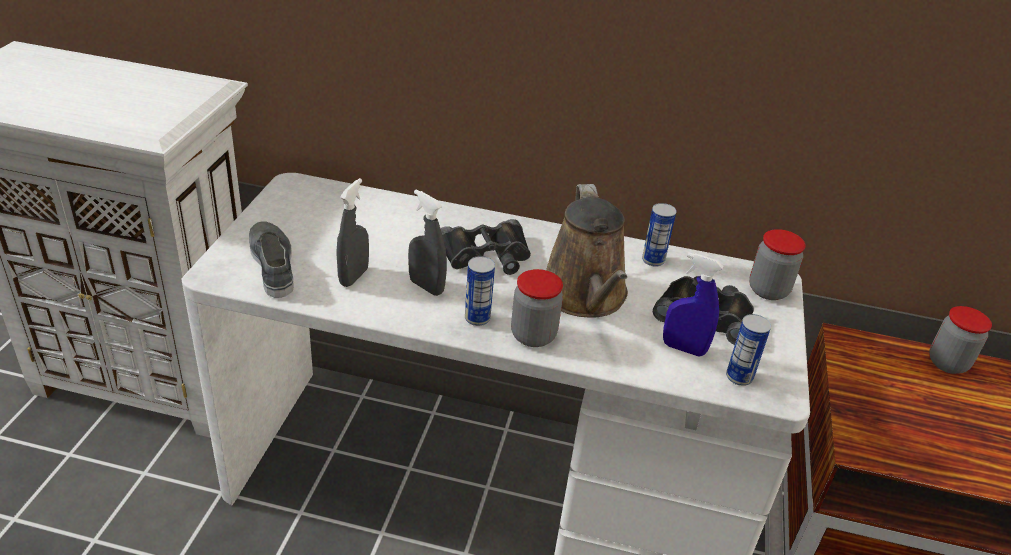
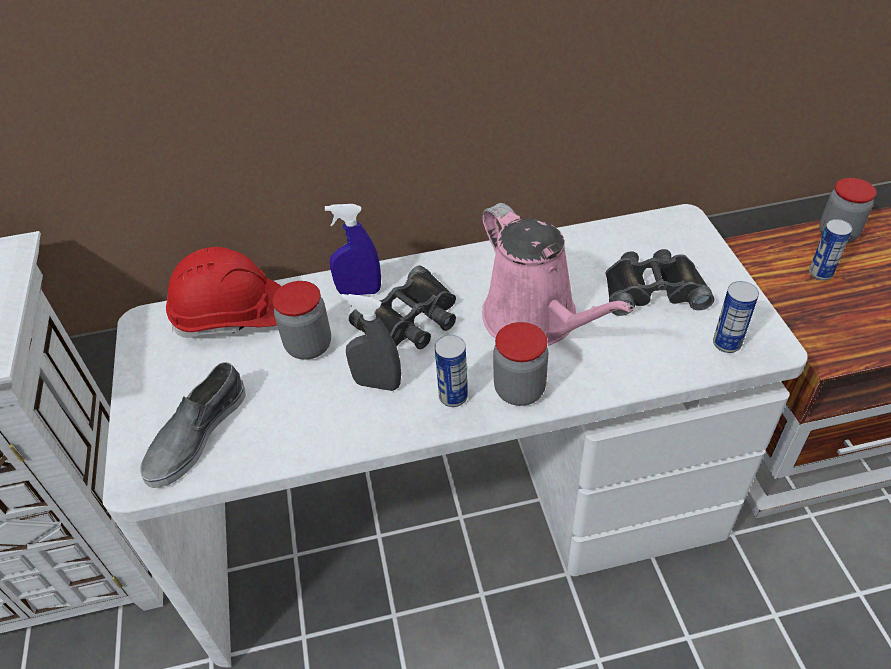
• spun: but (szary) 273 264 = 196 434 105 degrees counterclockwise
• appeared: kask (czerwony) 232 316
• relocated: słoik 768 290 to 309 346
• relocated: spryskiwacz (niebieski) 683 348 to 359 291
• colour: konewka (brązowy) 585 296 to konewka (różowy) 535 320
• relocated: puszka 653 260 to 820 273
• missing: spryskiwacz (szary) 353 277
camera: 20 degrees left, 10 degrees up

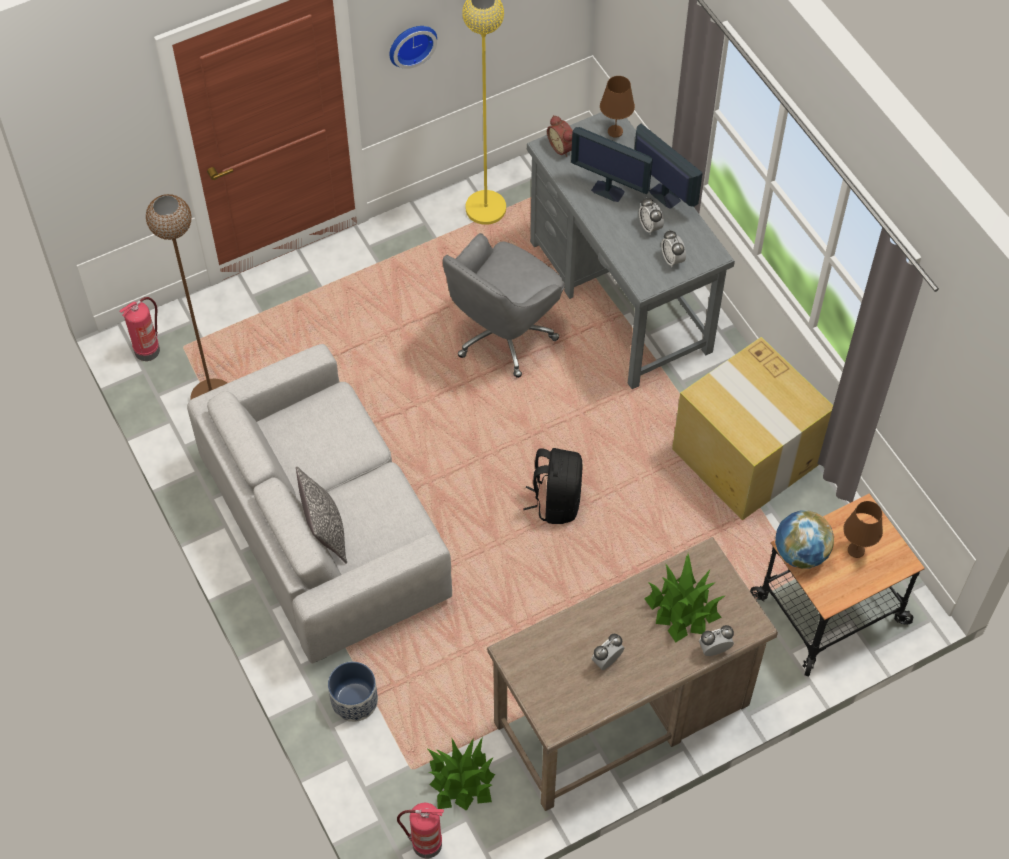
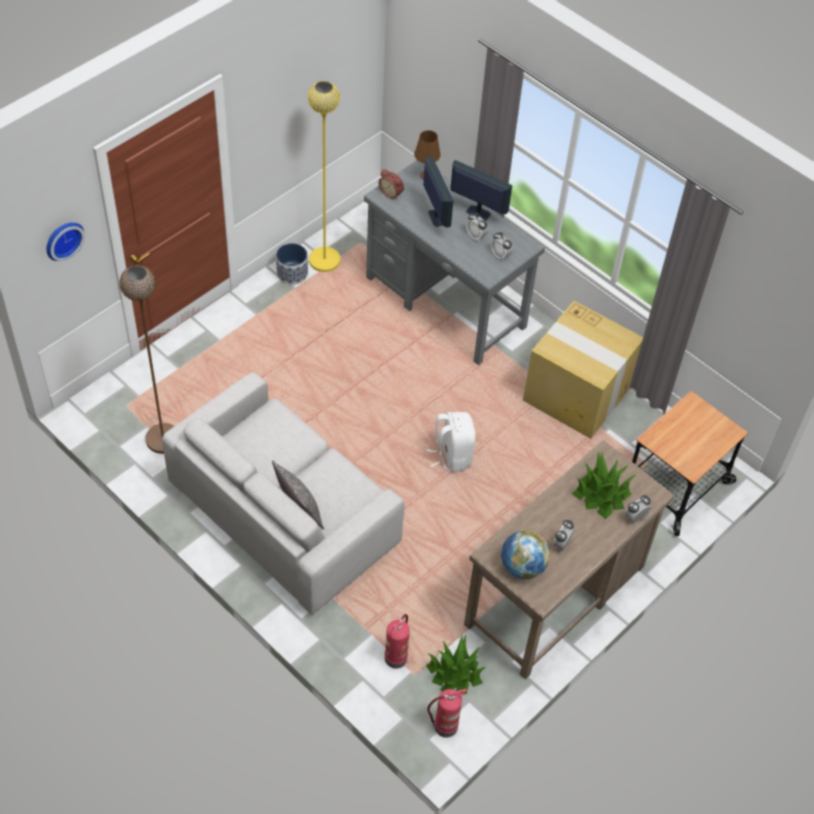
• relocated: zegar ścienny 411 43 to 62 239
• relocated: donica 354 700 to 292 273
• relocated: gaśnica 148 349 to 396 656
• spun: monitor 608 191 = 437 217 120 degrees counterclockwise
• colour: plecak (czarny) 556 501 to plecak (biały) 452 456
• relocated: globus 800 553 to 522 567
• missing: krzesło biurowe (szary) 503 334
• missing: lampa stołowa (brązowy) 856 550
camera: 20 degrees left, 5 degrees down

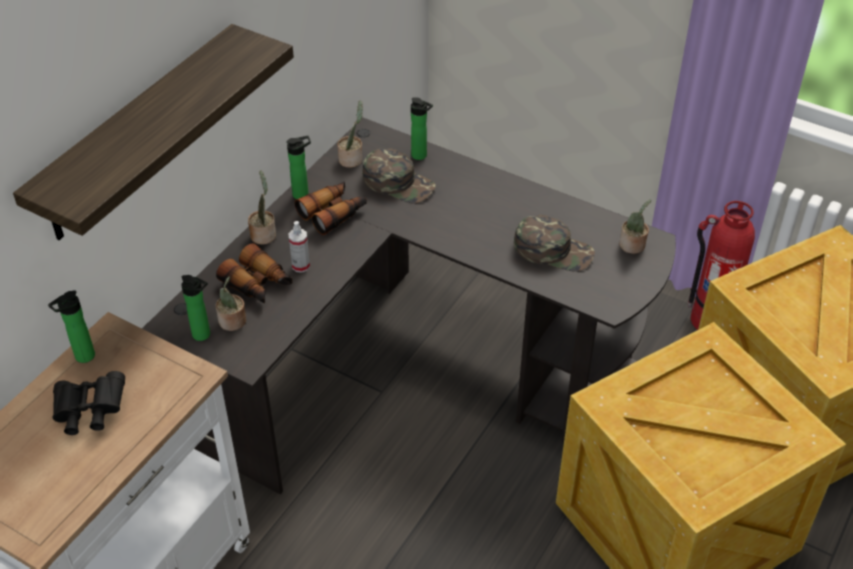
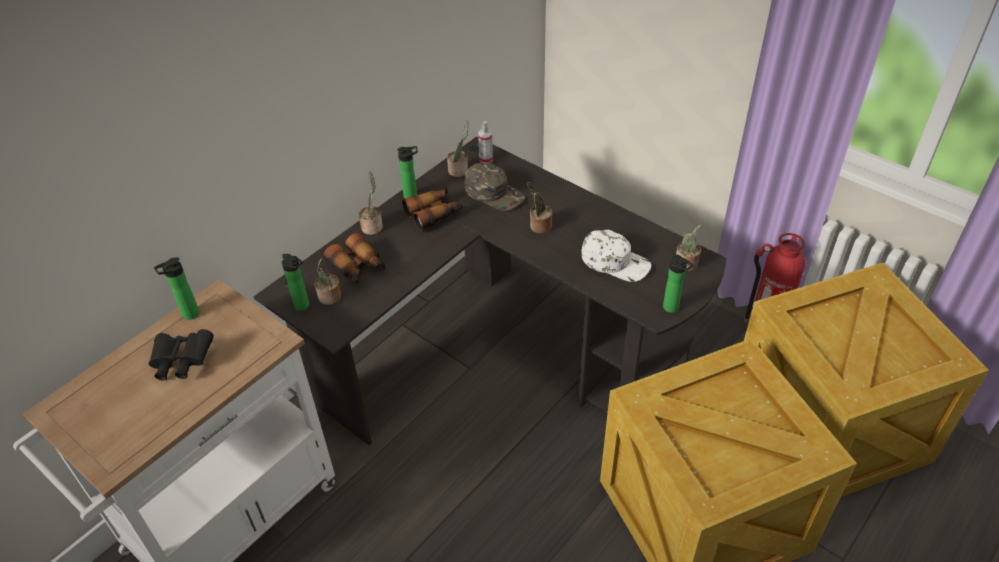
• relocated: spryskiwacz 301 266 to 486 159
• appeared: roślina doniczkowa 539 226
• colour: czapka z daszkiem (zielony) 553 250 to czapka z daszkiem (biały) 615 261
• relocated: butelka 421 156 to 672 308
• missing: półka 138 134
camera: 10 degrees right, 0 degrees up

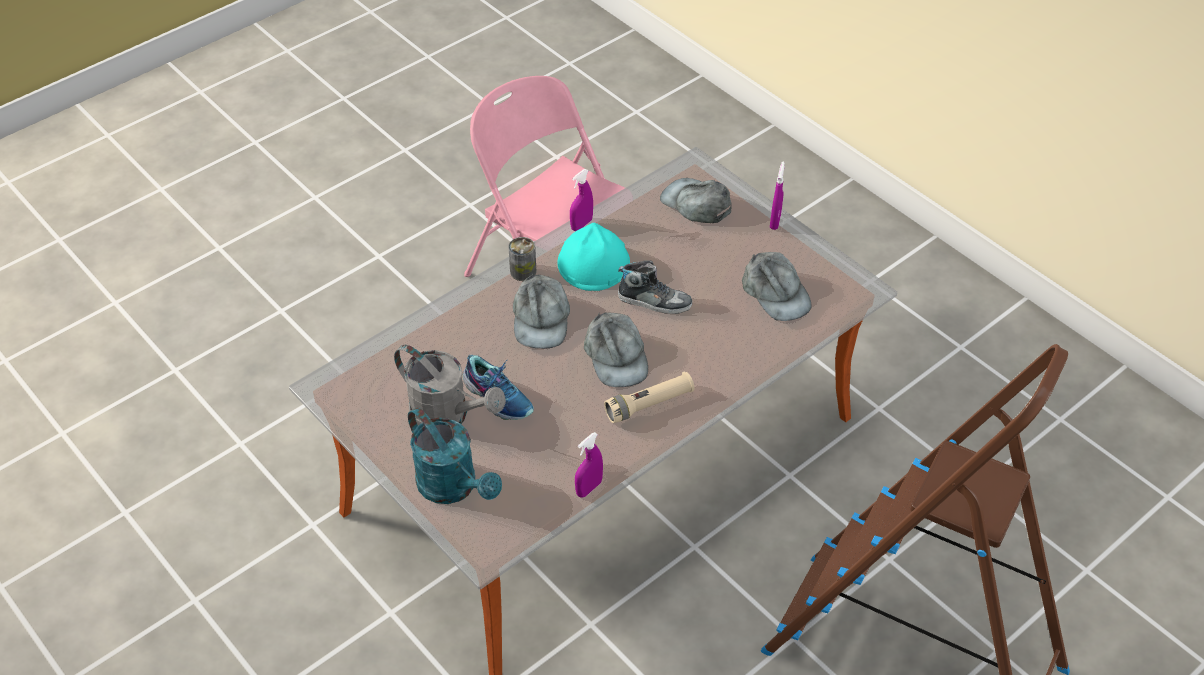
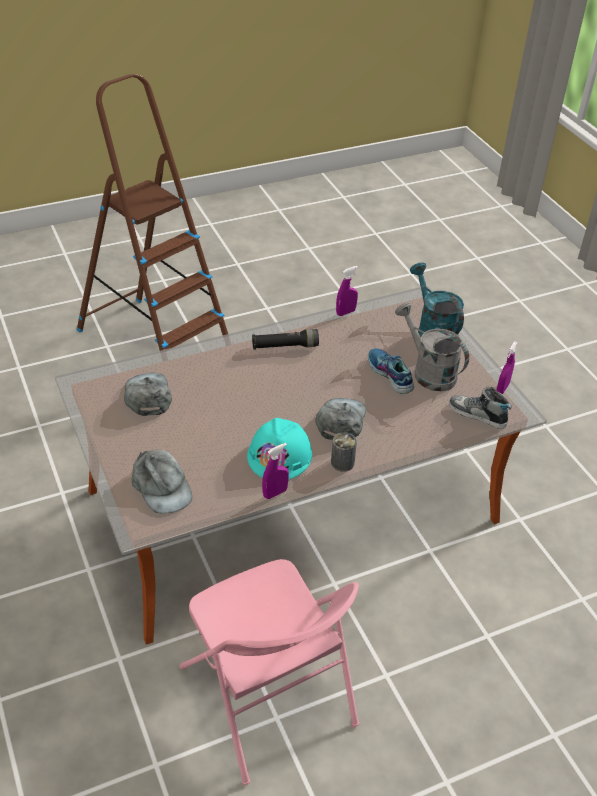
• colour: latarka (beżowy) 649 404 to latarka (czarny) 285 346
• relocated: but 654 301 to 477 415
• relocated: spryskiwacz (fioletowy) 775 221 to 502 388
• missing: czapka z daszkiem (szary) 616 356
camera: 165 degrees left, 5 degrees down

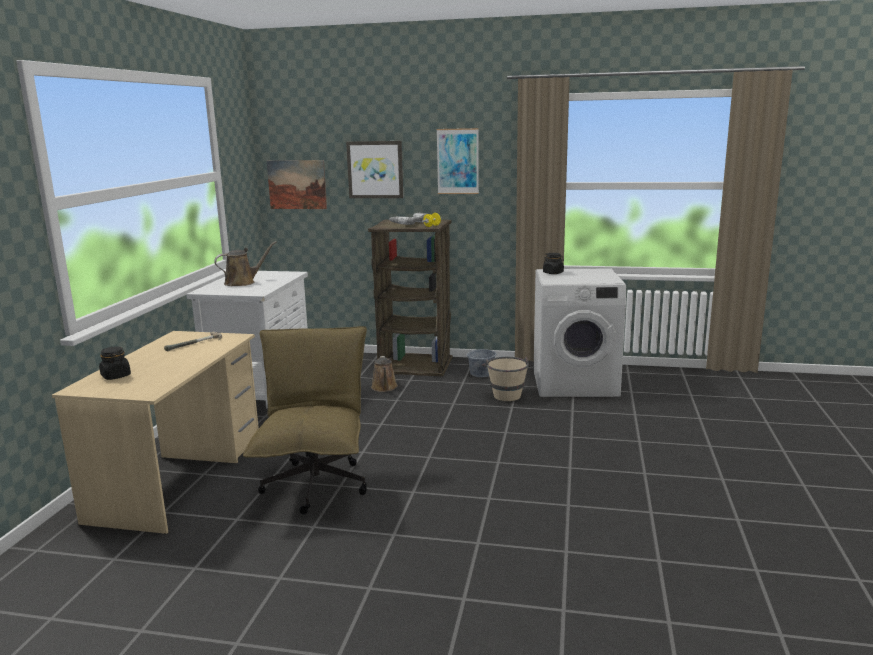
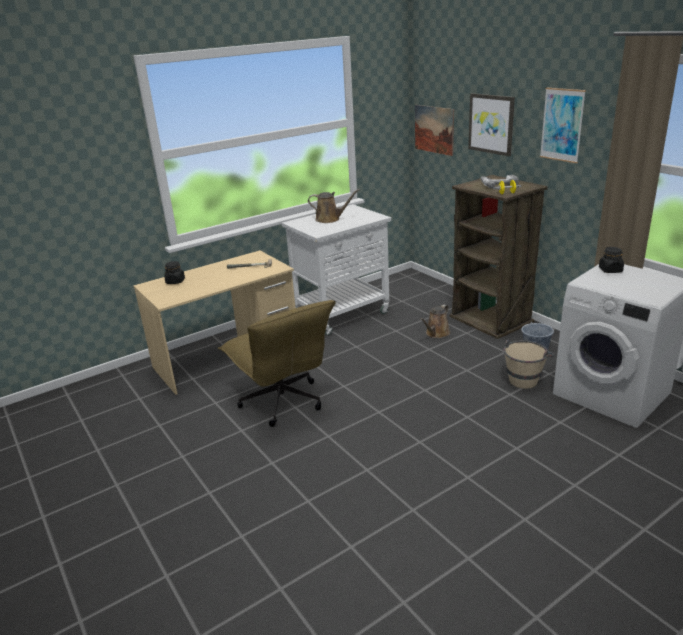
• spun: krzesło biurowe (beżowy) 315 486 = 281 400 105 degrees clockwise
camera: 45 degrees right, 10 degrees up

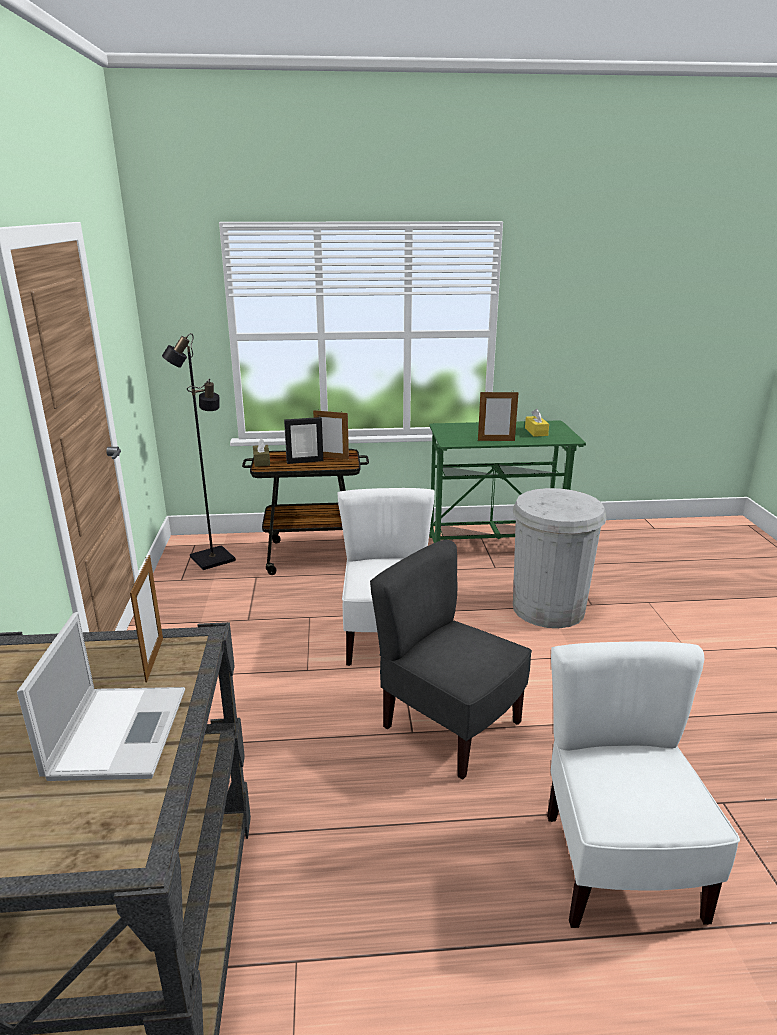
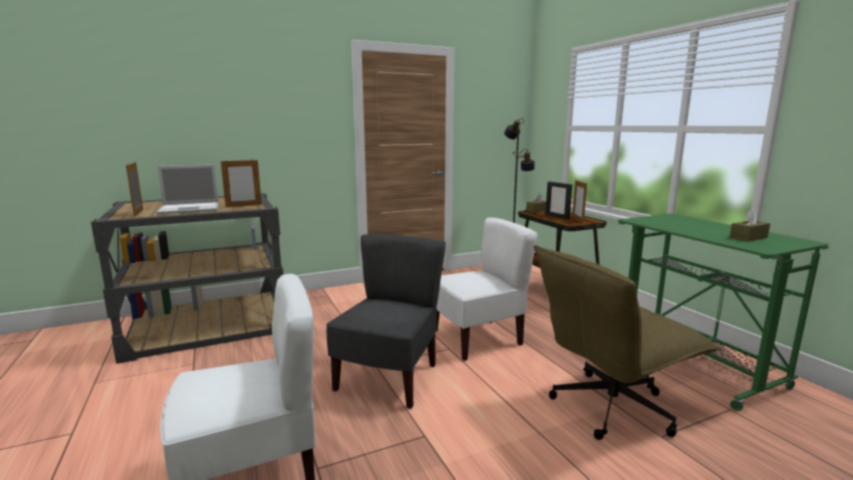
• relocated: ramka na zdjęcie 496 440 to 138 213
• exchanged: kosz na śmieci (biały) 548 608 to krzesło biurowe (beżowy) 613 406
• colour: pudełko chusteczek (żółty) 536 432 to pudełko chusteczek (brązowy) 748 237
camera: 70 degrees right, 10 degrees down

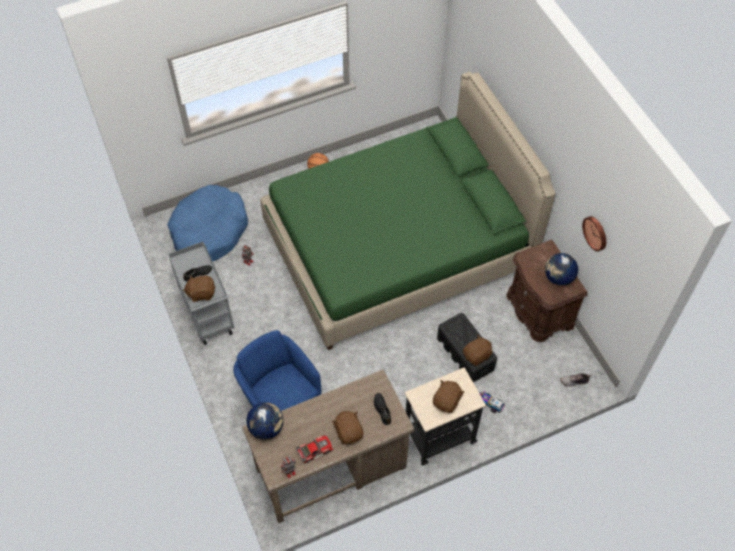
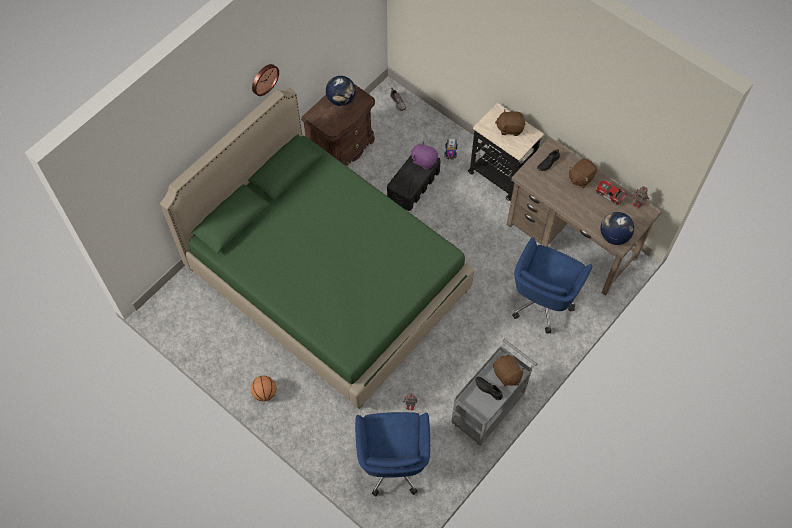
• relocated: zegar ścienny 596 233 to 264 79
• exchanged: legowisko (niebieski) 209 231 to krzesło biurowe (niebieski) 393 463
• colour: pluszak (brązowy) 477 355 to pluszak (fioletowy) 424 160
camera: 115 degrees left, 5 degrees up

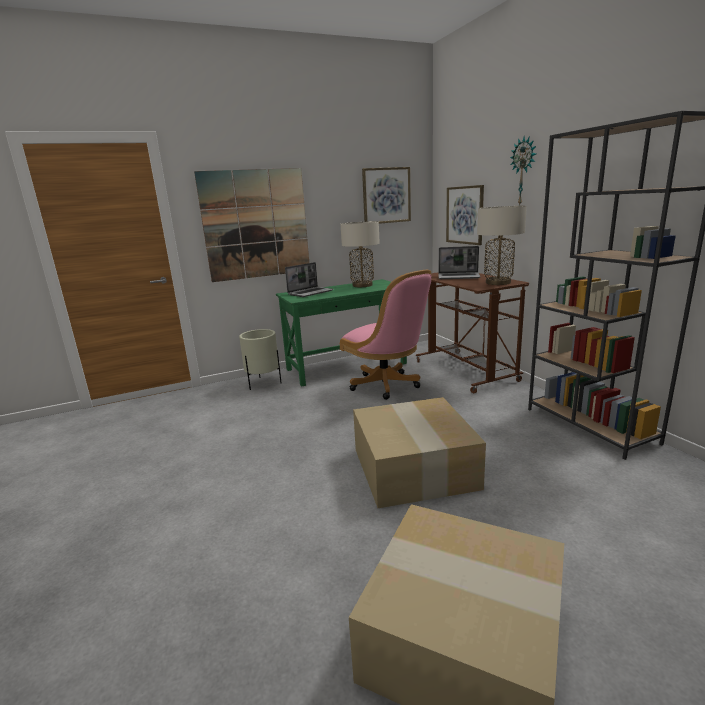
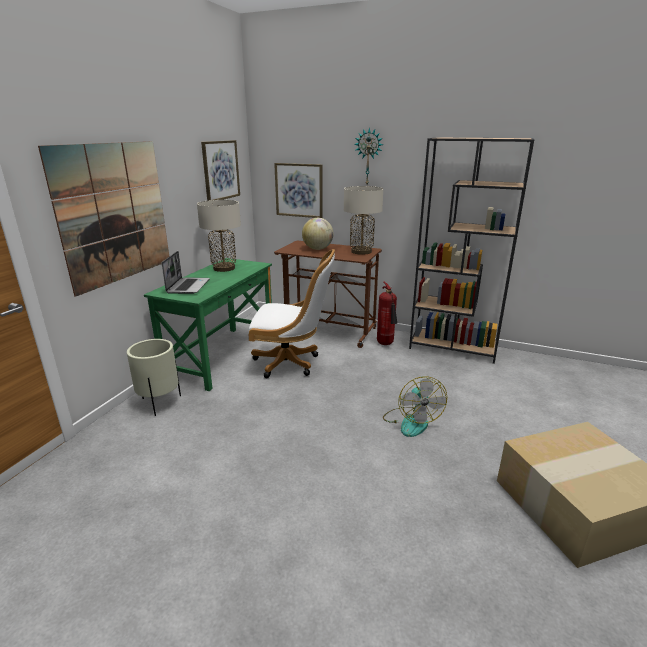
• colour: krzesło biurowe (różowy) 389 387 to krzesło biurowe (biały) 292 363
• exchanged: laptop 459 277 to globus 317 249
• appeared: gaśnica 386 344
• exchanged: karton 416 469 to wentylator 411 421
camera: 45 degrees left, 5 degrees up

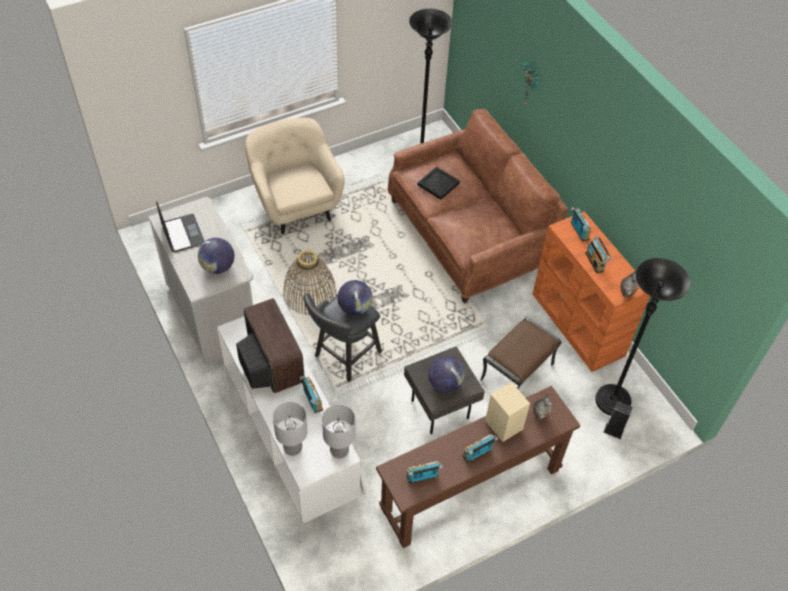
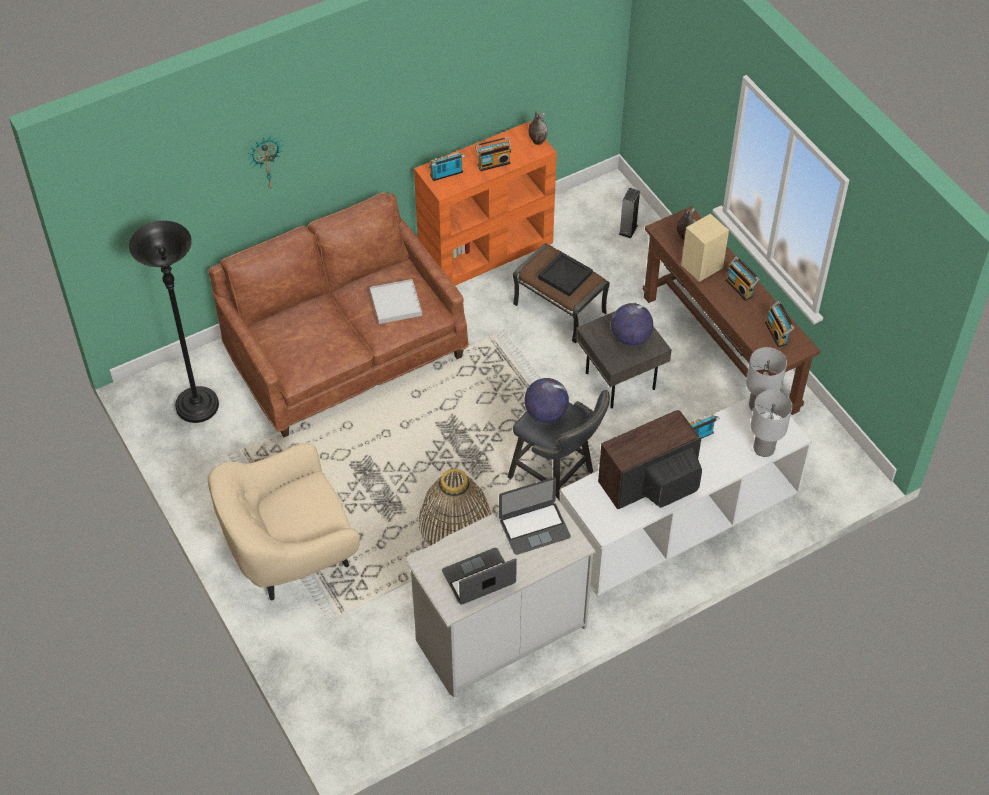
• appeared: taca (biały) 395 303
• exchanged: globus 218 267 to laptop 534 528
• relocated: taca (czarny) 438 184 to 564 276
• missing: lampa stojąca (czarny) 612 401
camera: 90 degrees left, 0 degrees up

